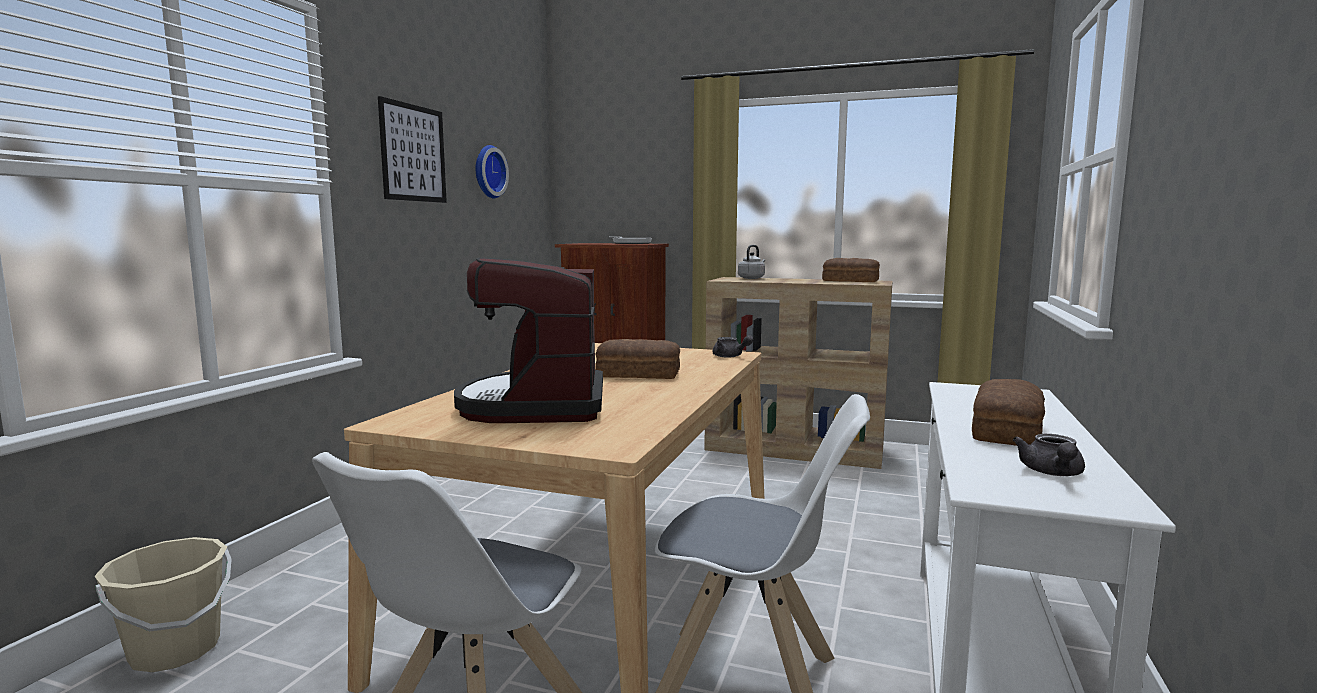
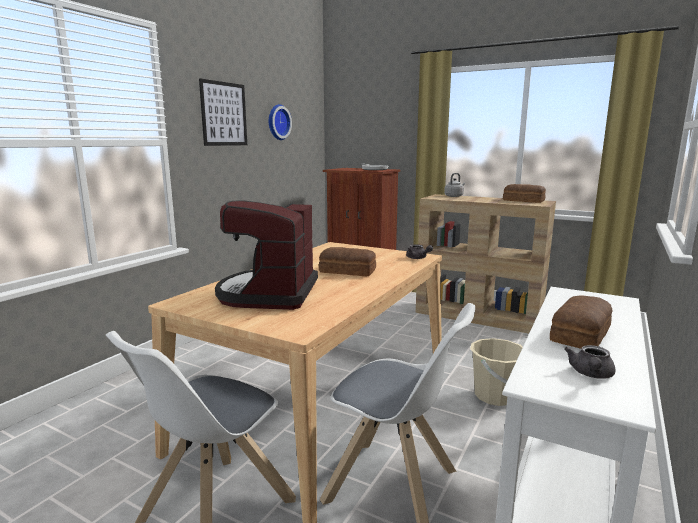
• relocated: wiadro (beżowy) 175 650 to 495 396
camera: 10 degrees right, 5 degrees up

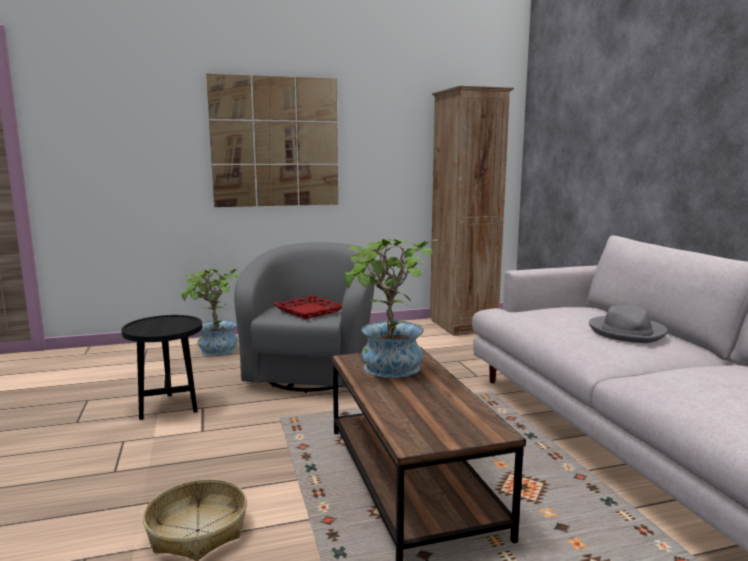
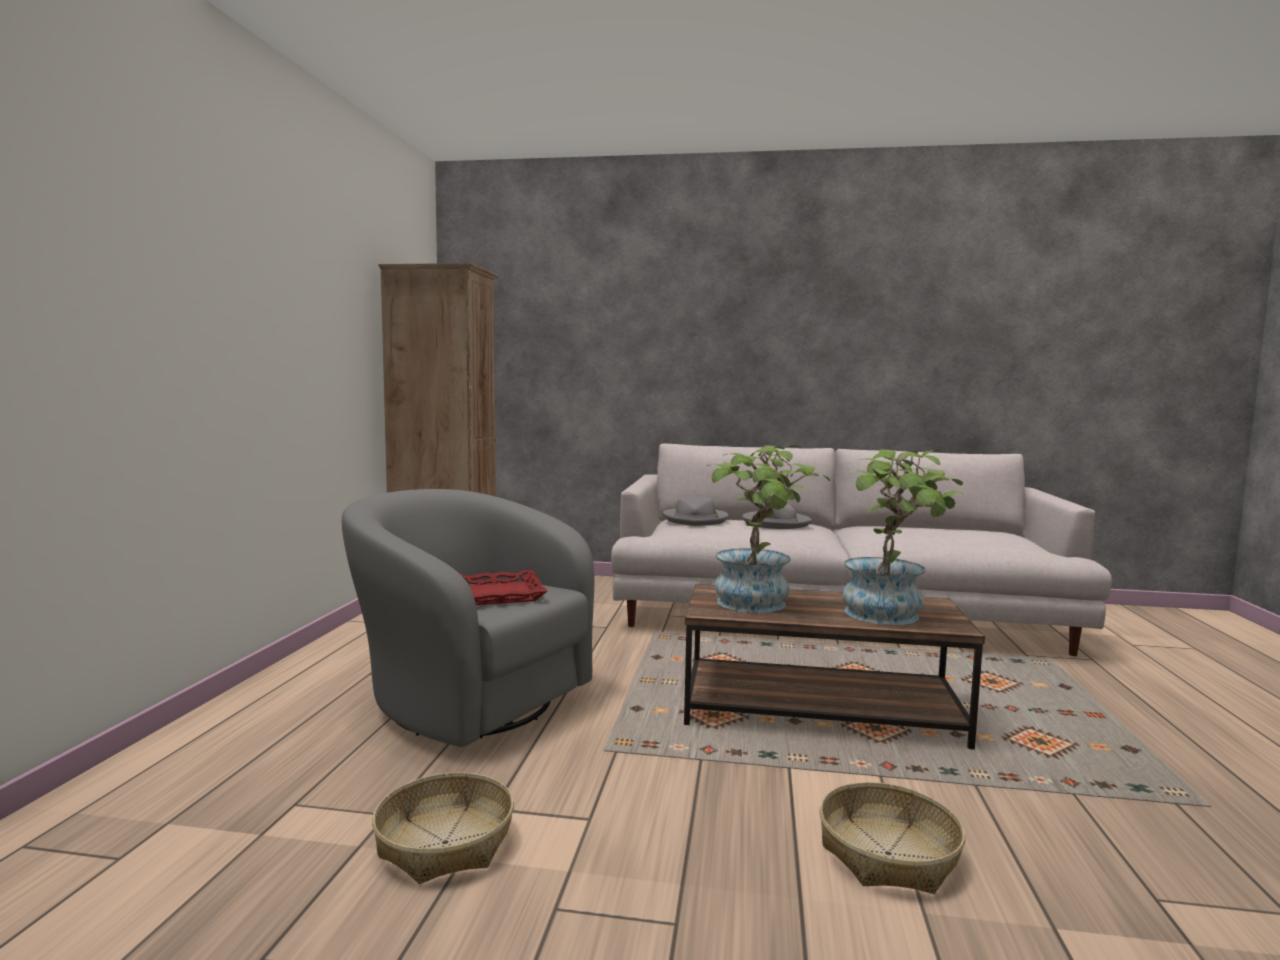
• exchanged: stolik (czarny) 169 406 to koszyk 444 842
• appeared: kapelusz (szary) 696 520
• relocated: roślina doniczkowa 215 351 to 893 616
• missing: obraz 275 142
camera: 65 degrees left, 5 degrees down

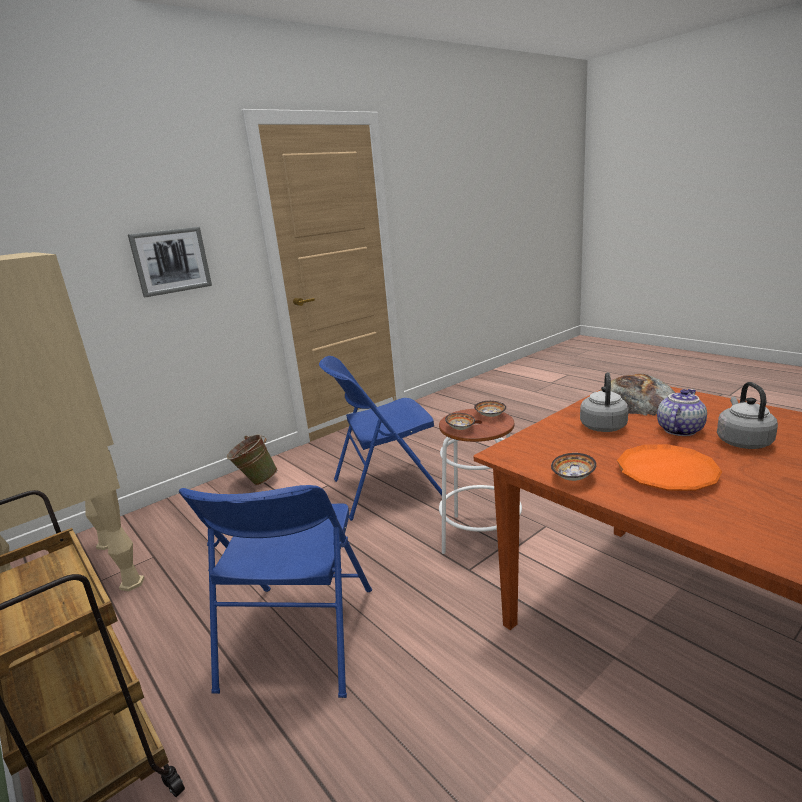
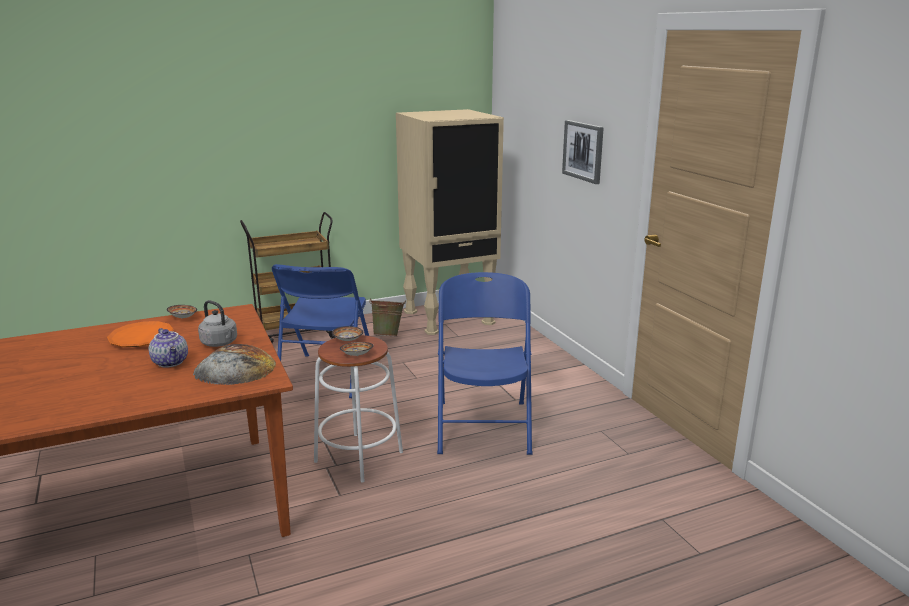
• spun: krzesło (niebieski) 299 637 = 327 376 105 degrees counterclockwise
• relocated: wiadro (zielony) 255 482 to 388 336
• missing: czajnik (szary) 742 441
camera: 105 degrees right, 0 degrees up

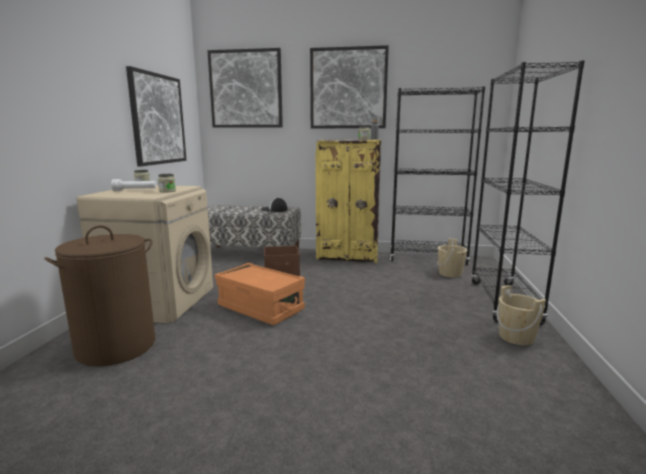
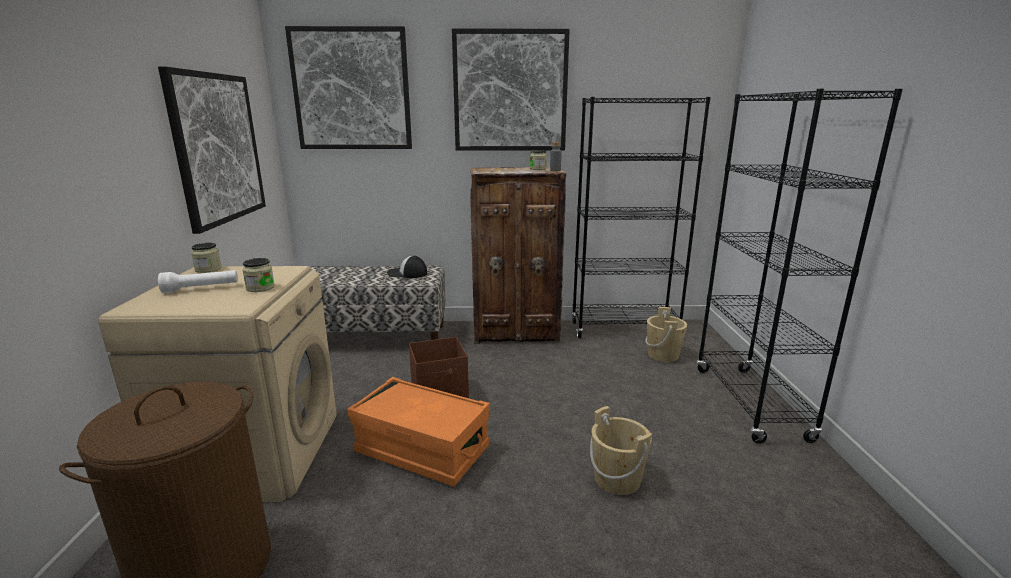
• colour: szafka (żółty) 348 256 to szafka (brązowy) 516 332
• relocated: wiadro (beżowy) 516 337 to 617 479
camera: 10 degrees left, 5 degrees up

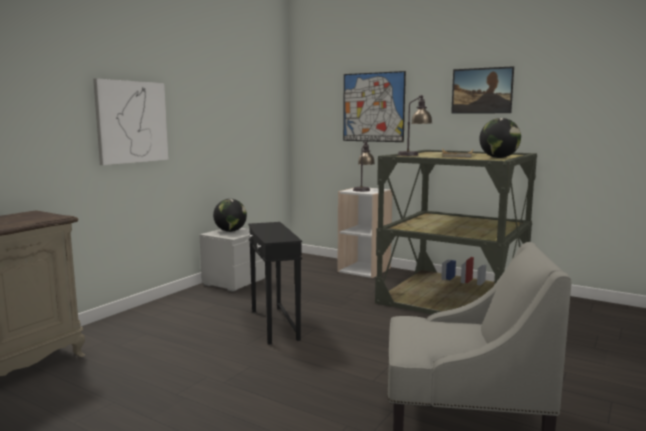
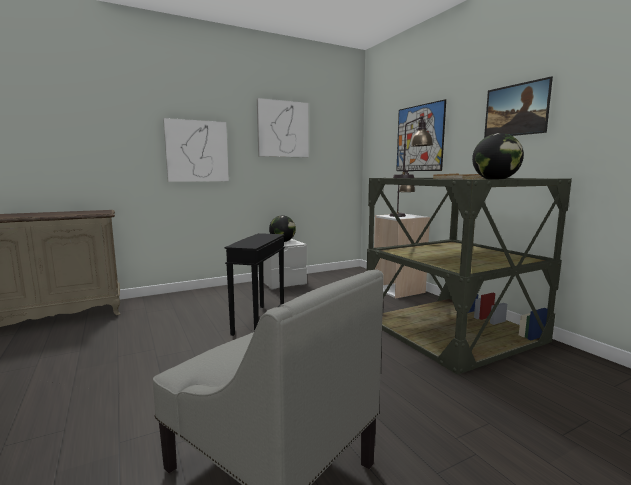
• appeared: obraz 283 129
camera: 30 degrees right, 0 degrees up

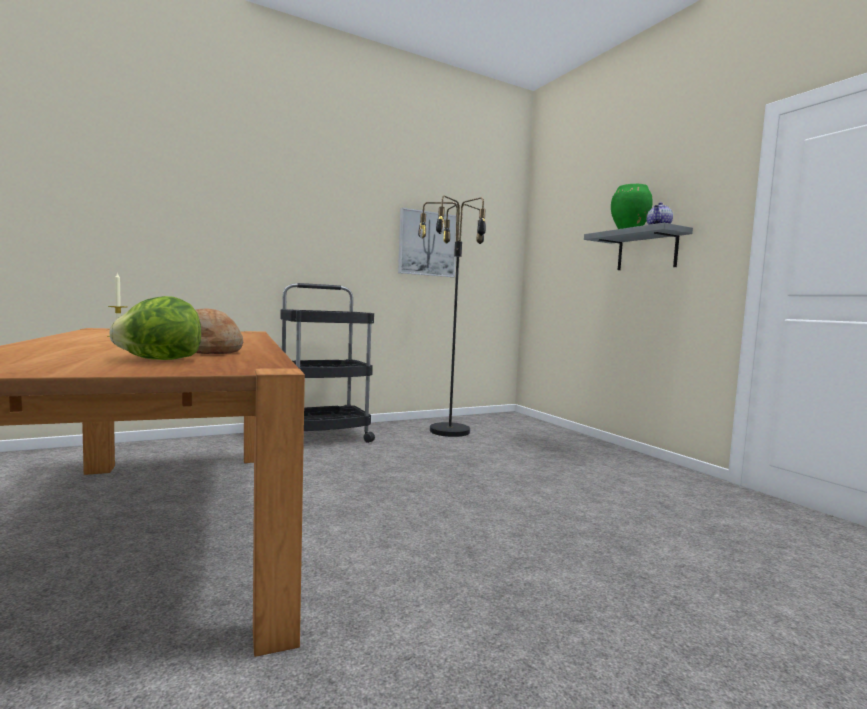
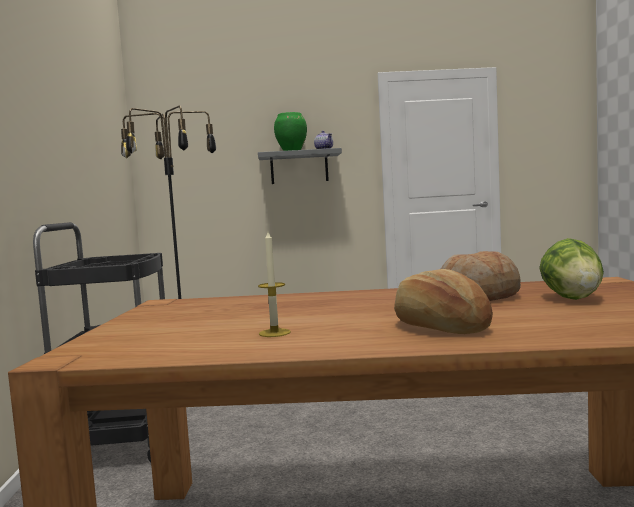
• appeared: chleb 440 327
• missing: obraz 427 244
camera: 65 degrees left, 0 degrees up

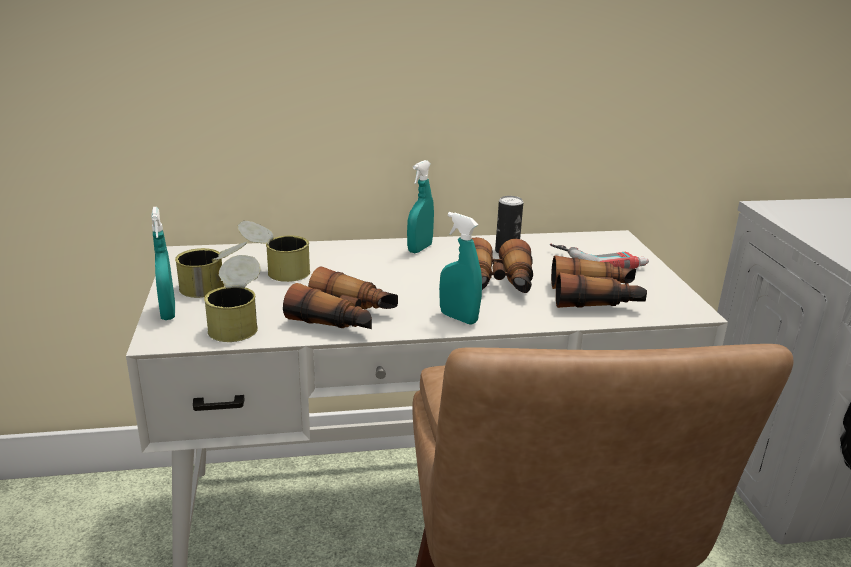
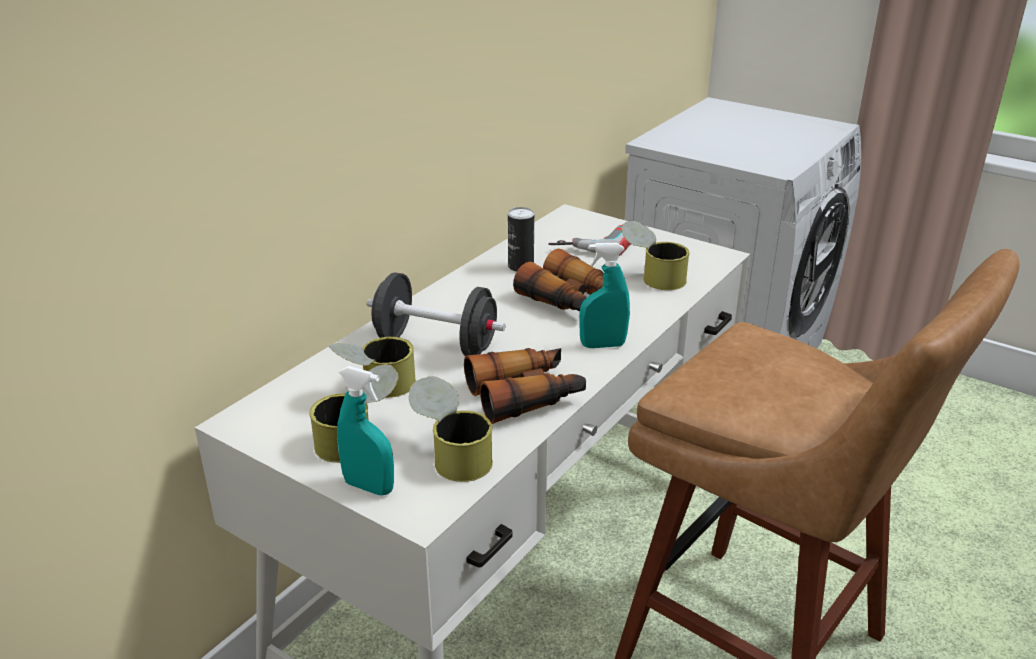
• appeared: hantel (czarny) 436 344
• exchanged: lornetka 596 298 to puszka 652 276
• missing: spryskiwacz (turkusowy) 420 249
camera: 45 degrees left, 5 degrees up

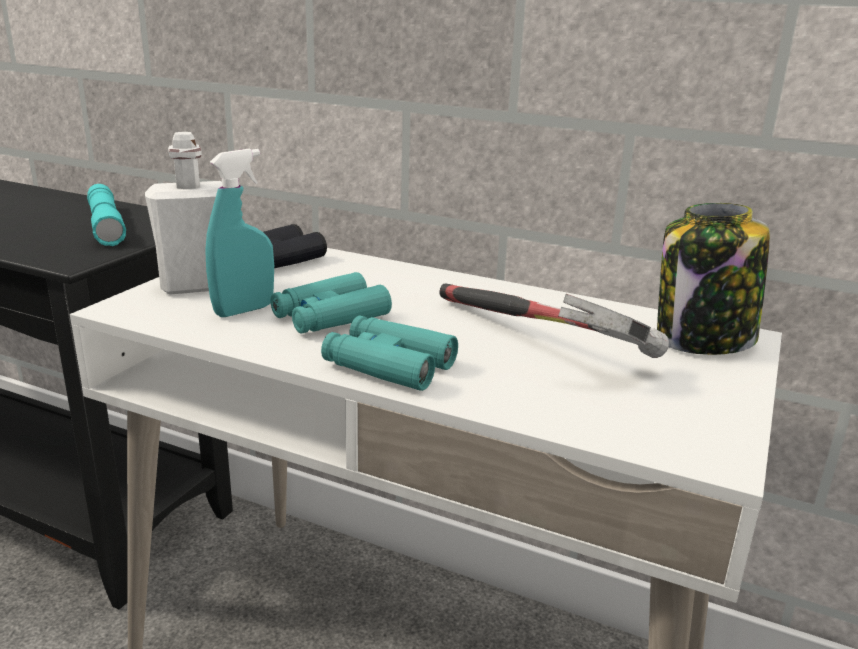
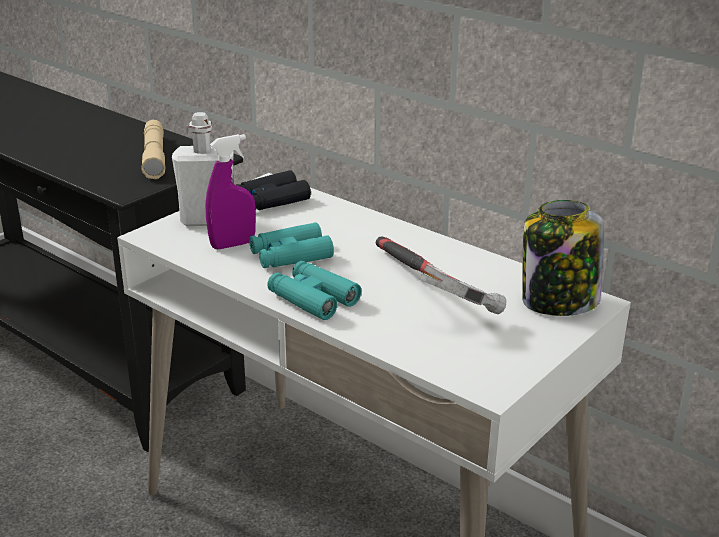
• colour: latarka (turkusowy) 106 225 to latarka (beżowy) 154 157
• colour: spryskiwacz (turkusowy) 244 310 to spryskiwacz (fioletowy) 233 244
camera: 15 degrees right, 5 degrees up

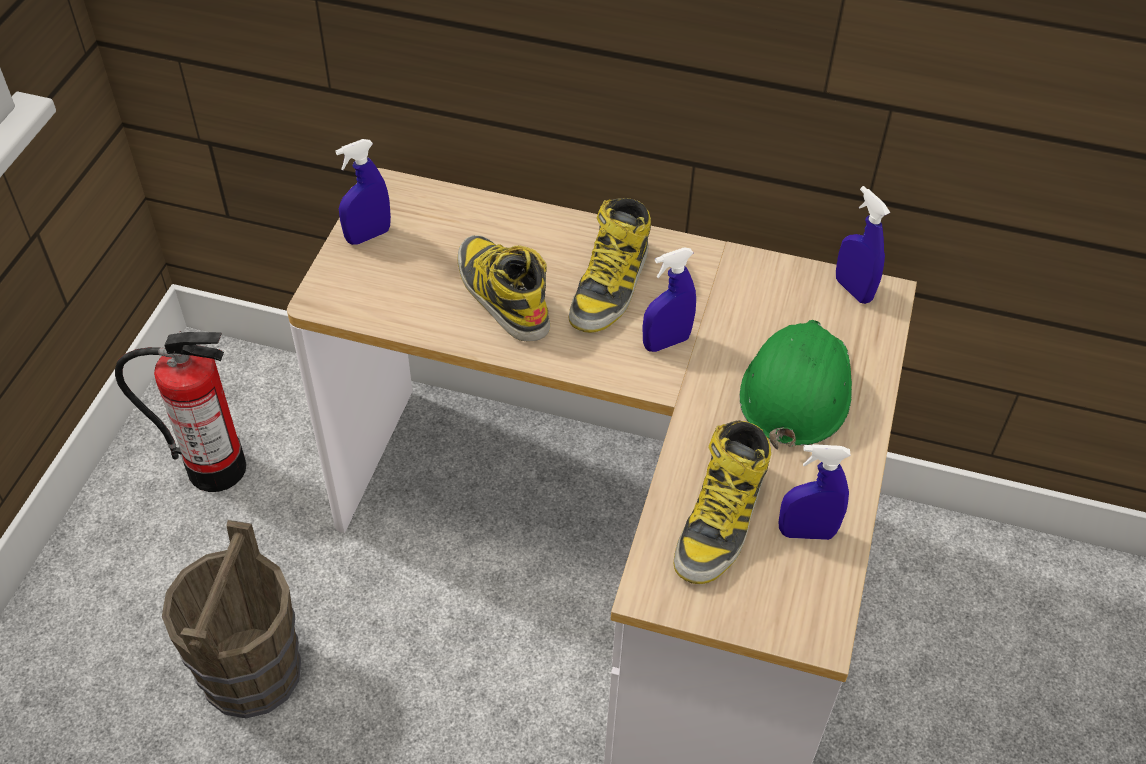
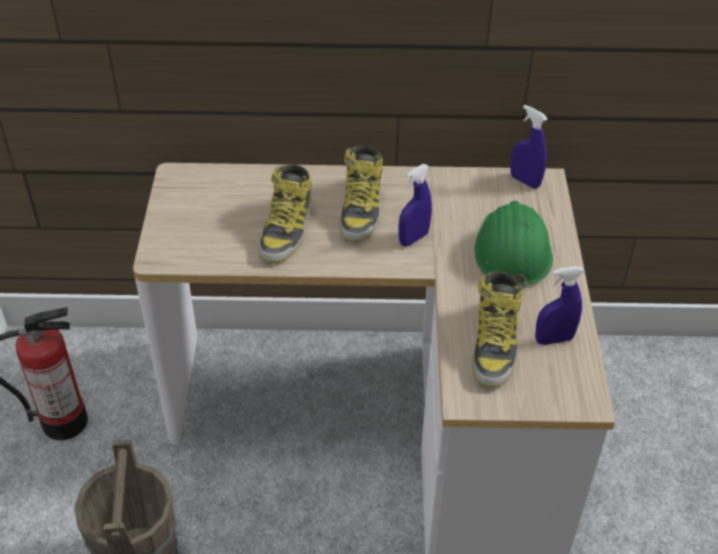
• spun: but z cholewką 501 294 = 286 229 120 degrees counterclockwise
• missing: spryskiwacz (niebieski) 368 236
camera: 15 degrees left, 5 degrees down

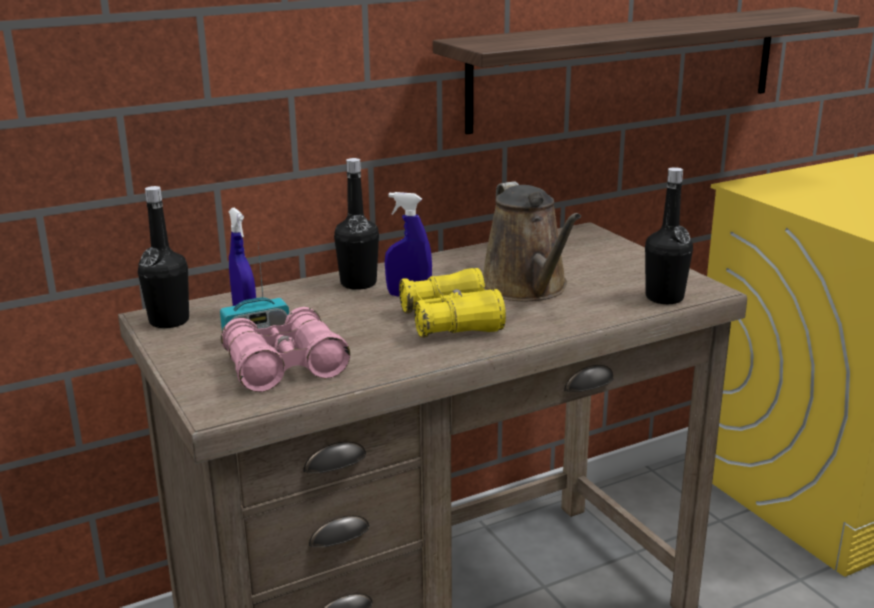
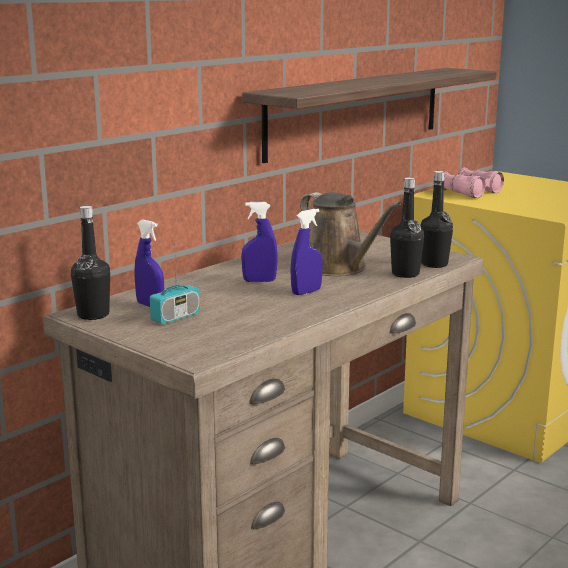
• exchanged: lornetka (żółty) 451 321 to spryskiwacz (niebieski) 306 292
• relocated: butelka (czarny) 358 283 to 405 274
• relocated: lornetka (różowy) 285 367 to 470 192
camera: 20 degrees left, 5 degrees down

